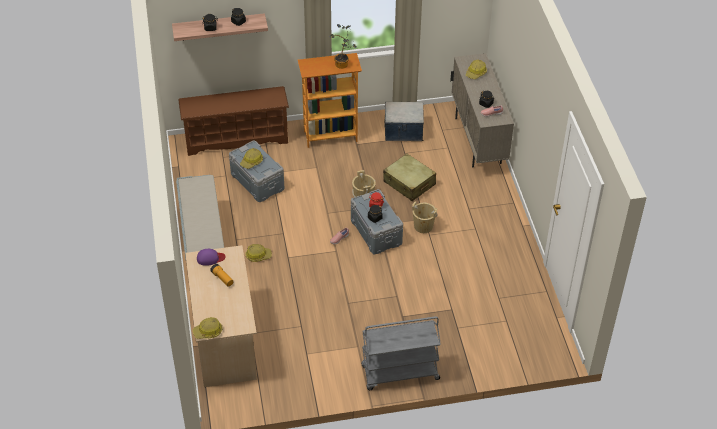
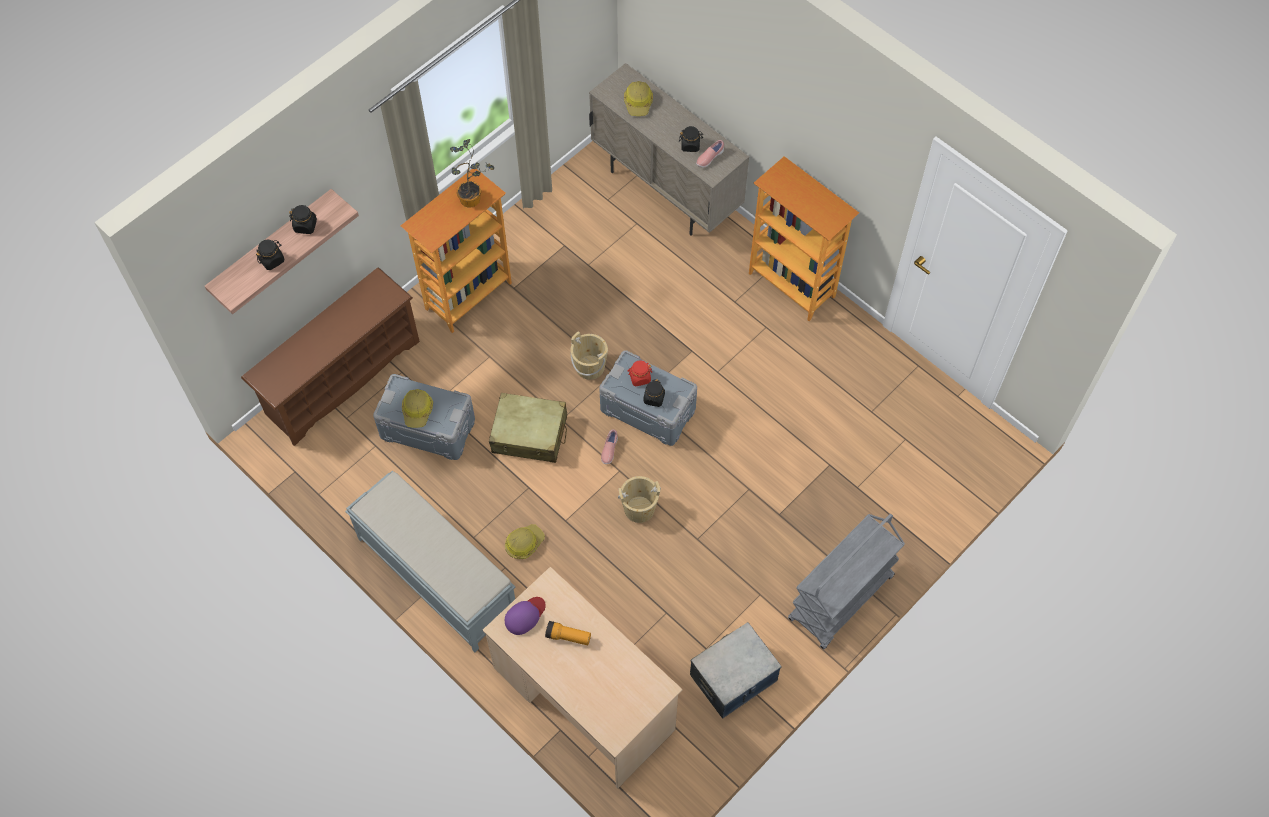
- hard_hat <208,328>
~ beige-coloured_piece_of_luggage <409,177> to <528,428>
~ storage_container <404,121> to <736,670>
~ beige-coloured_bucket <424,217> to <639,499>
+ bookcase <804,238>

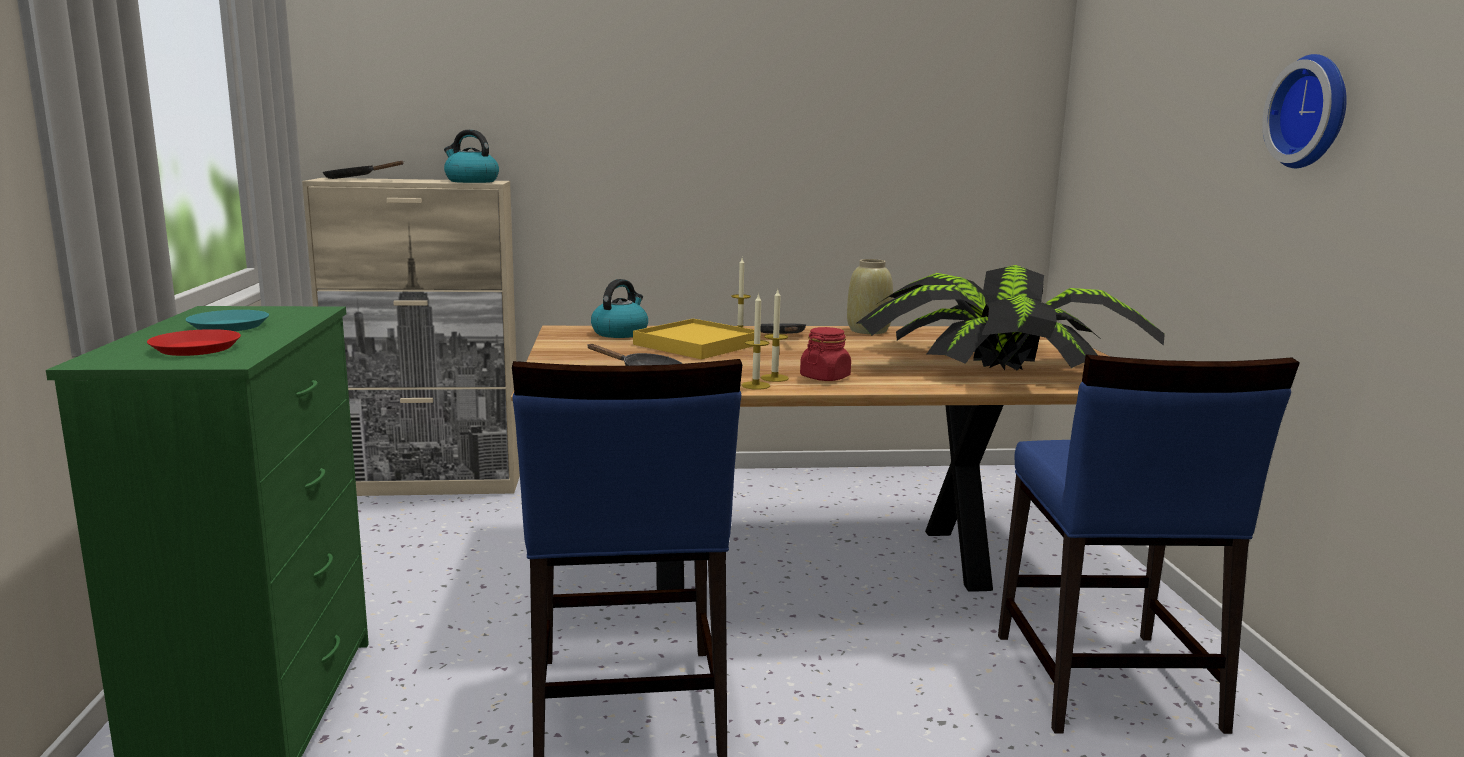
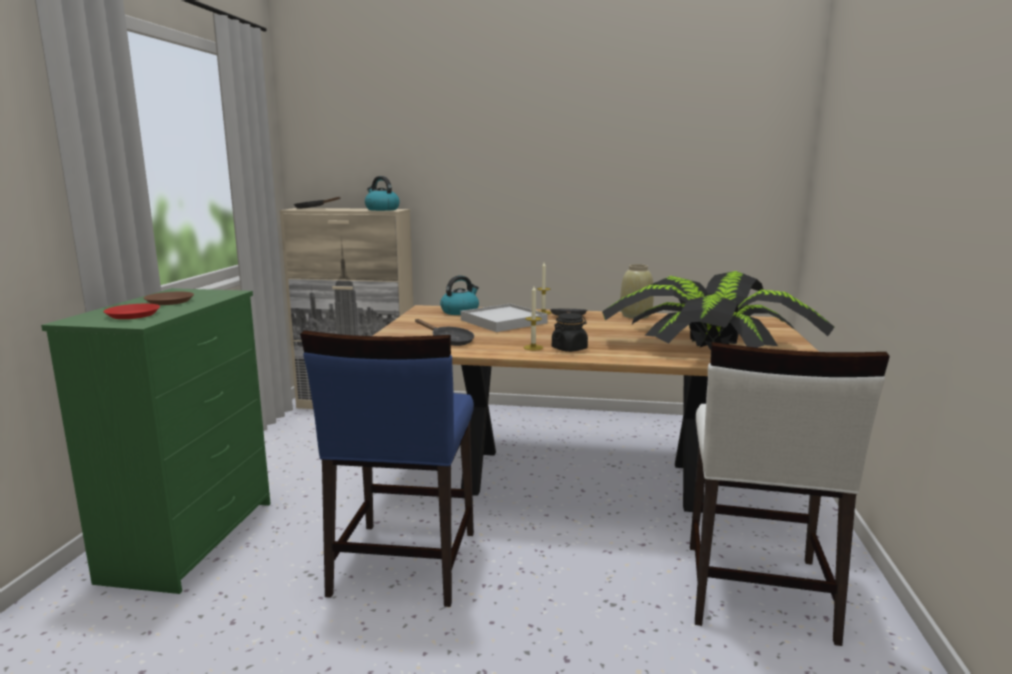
~ blue-green_flat_dish <227,320> to brown_flat_dish <169,298>
~ yellow-coloured_carrying_tray <697,339> to white-coloured_carrying_tray <504,318>
- candle <756,341>
~ red-coloured_storage_jar <825,354> to black_storage_jar <570,332>
~ blue-coloured_upright_chair <1149,544> to white-coloured_upright_chair <790,494>
- wall_clock <1304,111>

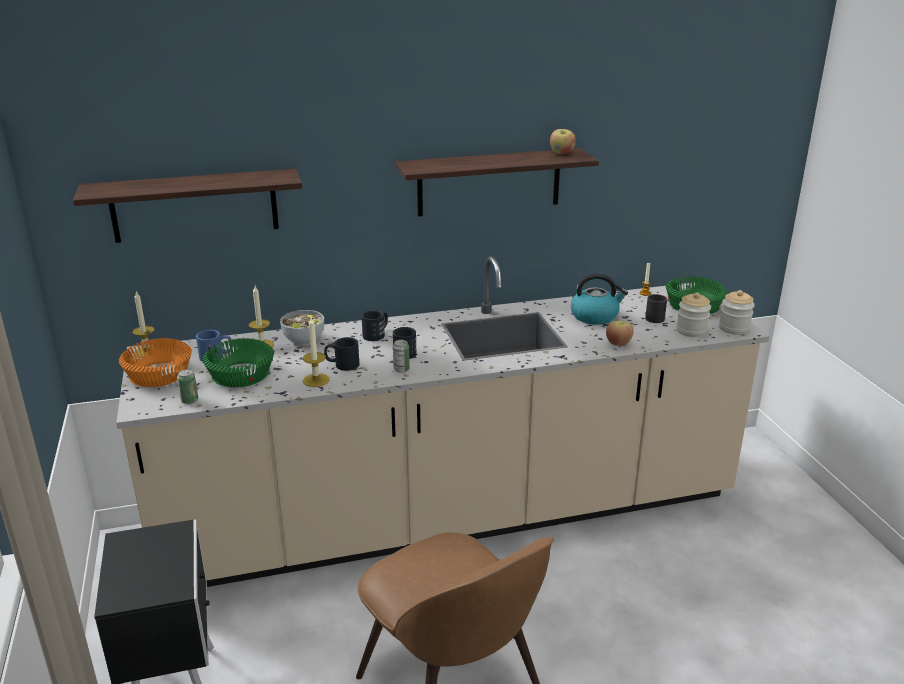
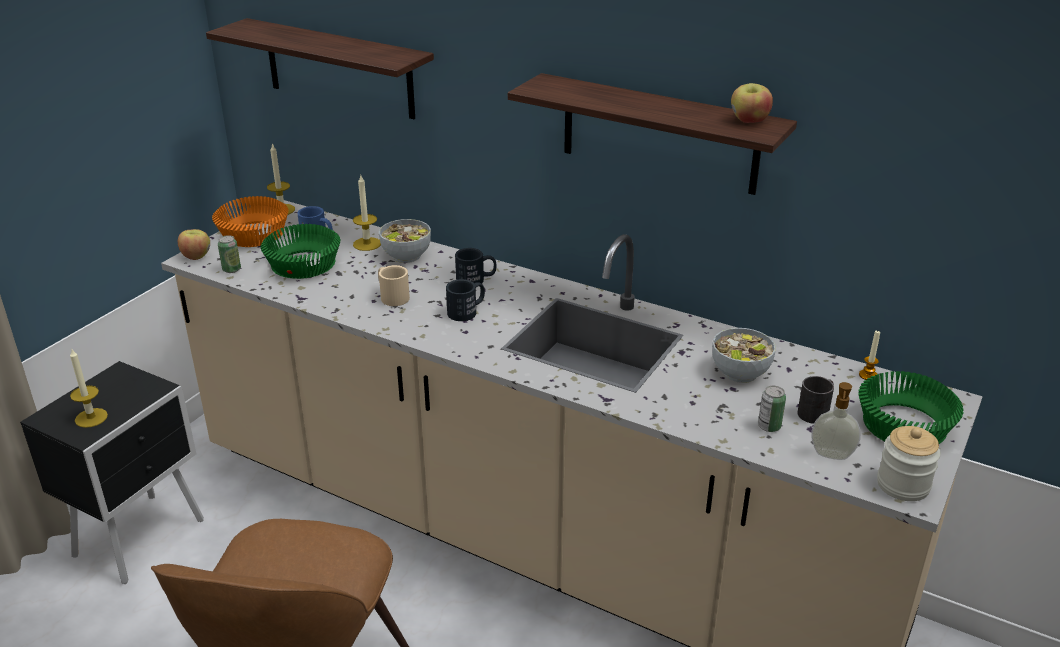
~ candle <316,352> to <89,388>
~ black_coffee_mug <341,354> to beige-coloured_coffee_mug <394,285>
~ can <401,356> to <772,409>
~ tea_kettle <599,299> to bowl <744,355>
~ apple <620,333> to <194,244>
~ storage_jar <693,314> to soap_dispenser <836,421>

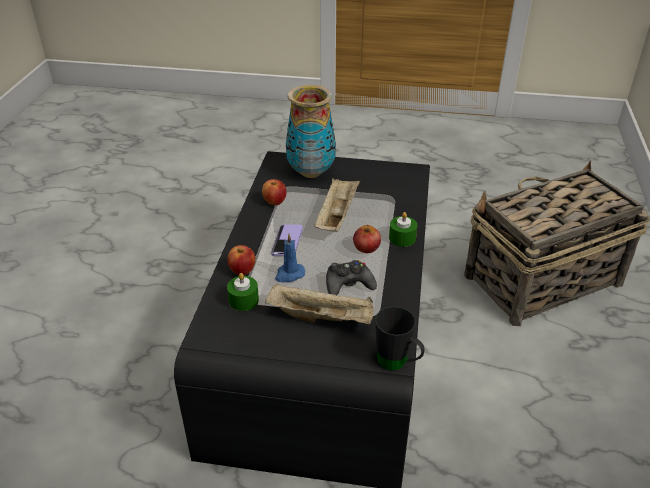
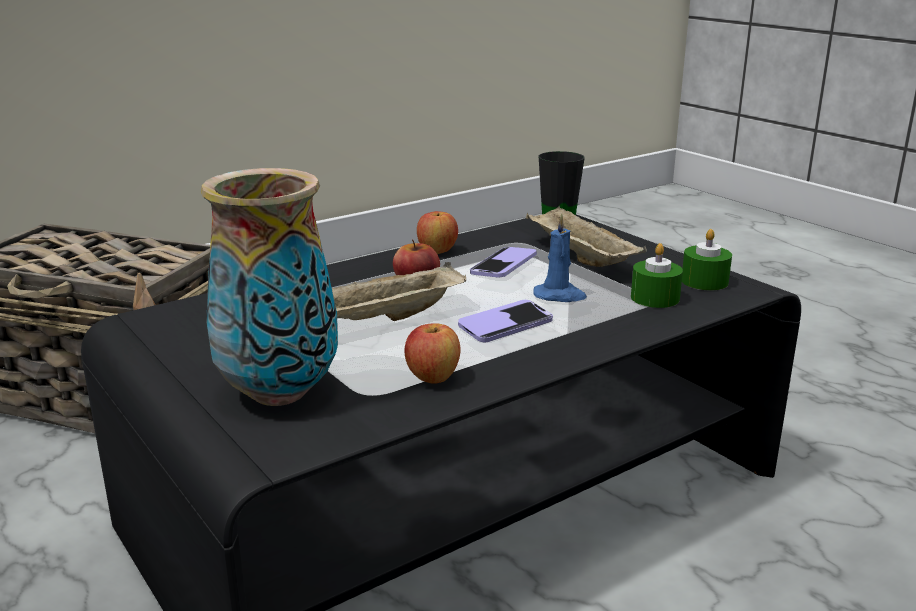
~ apple <241,260> to <437,232>
~ black_joypad <351,277> to telephone <503,262>
~ green-coloured_candle <403,229> to <707,260>

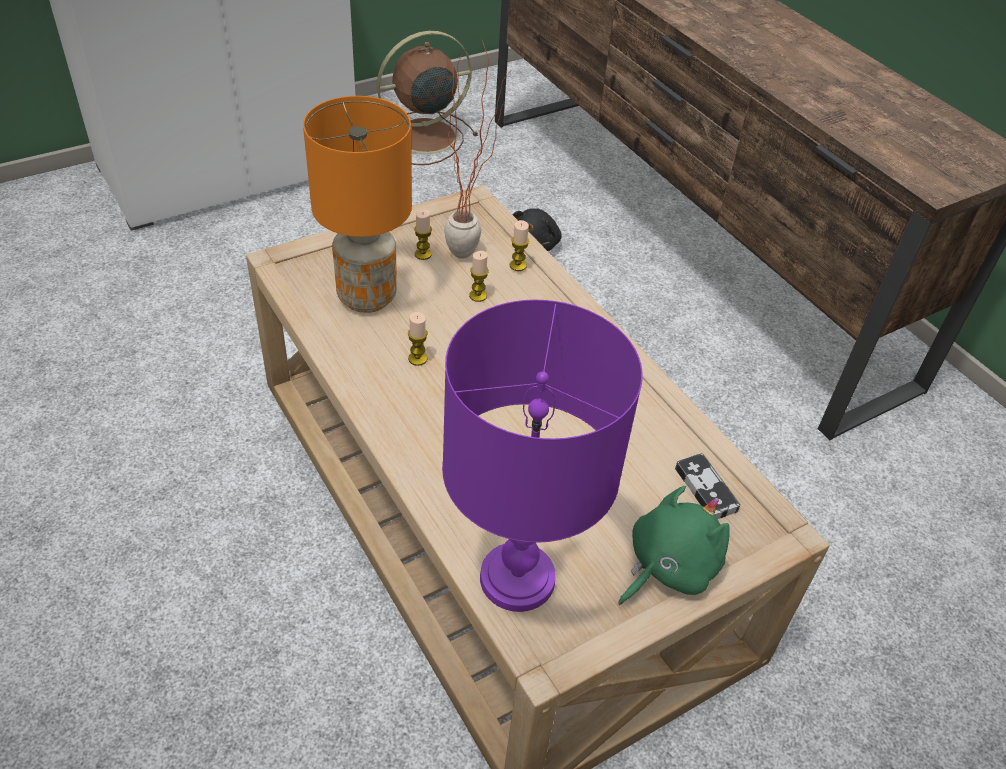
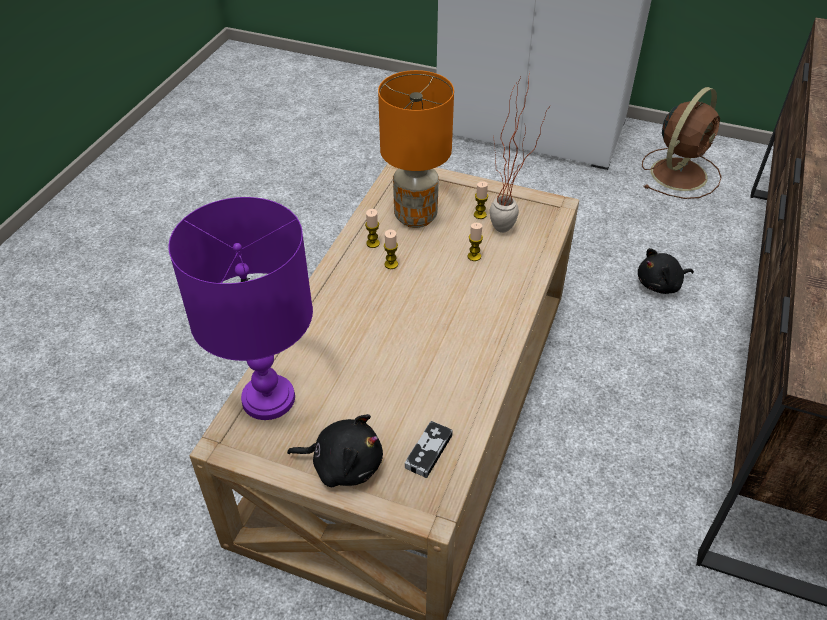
~ brown_fan <427,98> = <682,143> 105 degrees clockwise
~ candle <519,245> to <372,228>
~ green-coloured_plush_toy <674,545> to black_plush_toy <335,450>

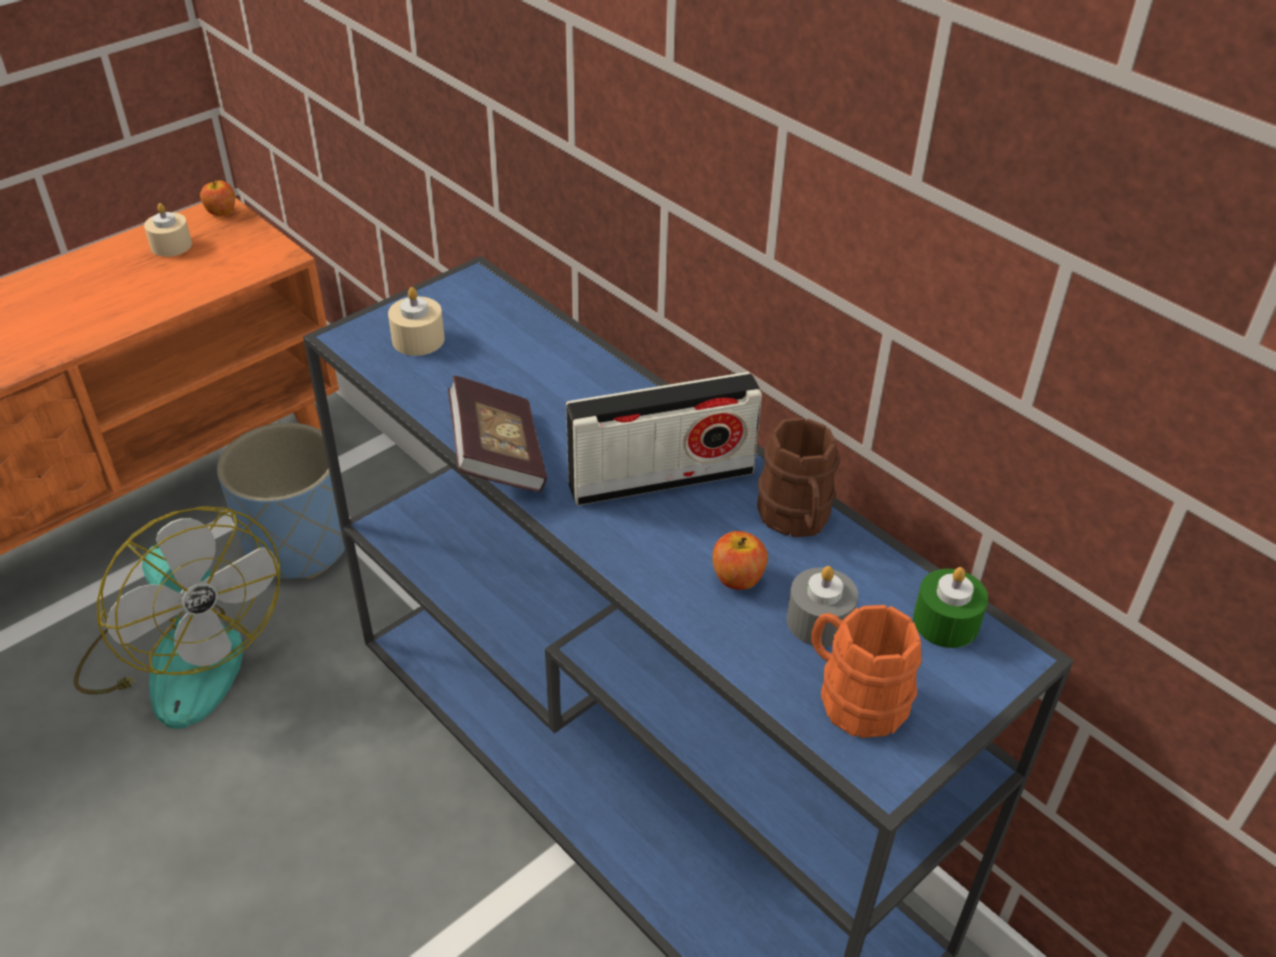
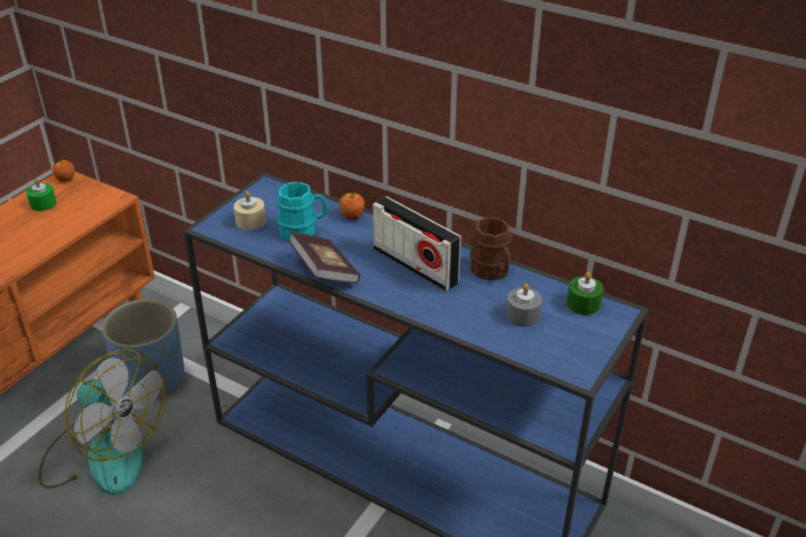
~ beige-coloured_candle <168,230> to green-coloured_candle <41,194>
~ radio_set <664,439> = <417,243> 75 degrees clockwise
~ apple <740,560> to <352,206>
- orange-coloured_coffee_mug <866,671>
+ blue-green_coffee_mug <302,211>

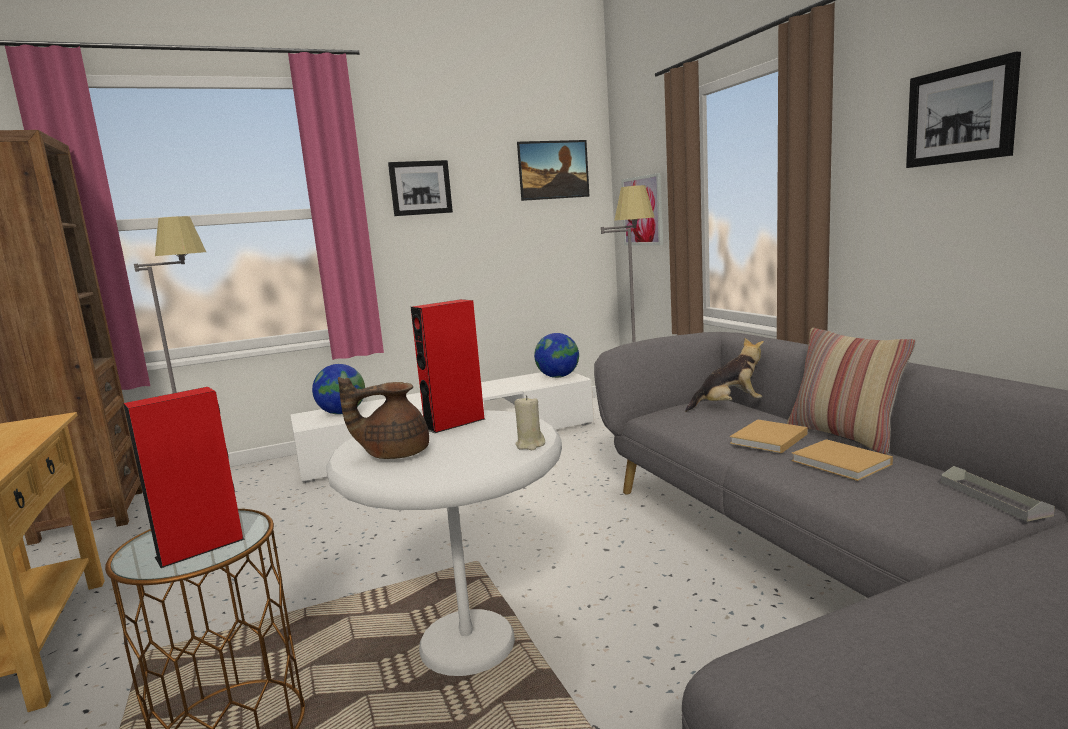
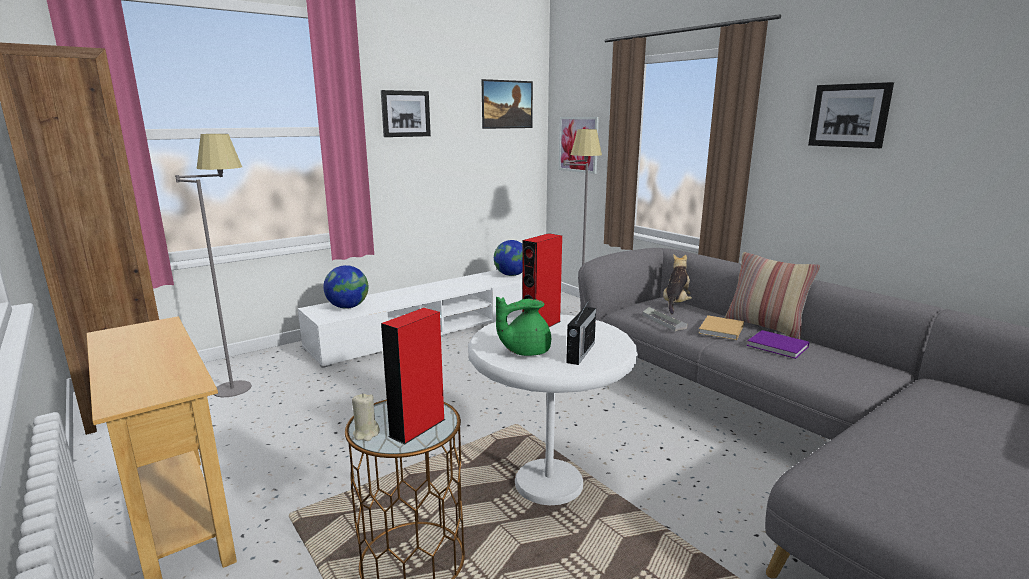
~ brown_pot_for_tea <383,418> to green-coloured_pot_for_tea <523,326>
~ beige-coloured_candle <529,422> to <366,417>
~ plush_toy <724,375> = <677,284> 45 degrees counterclockwise
~ beige-coloured_book <842,460> to purple-coloured_book <778,344>
~ gray_carrying_tray <998,494> to <665,319>
+ radio_set <581,332>

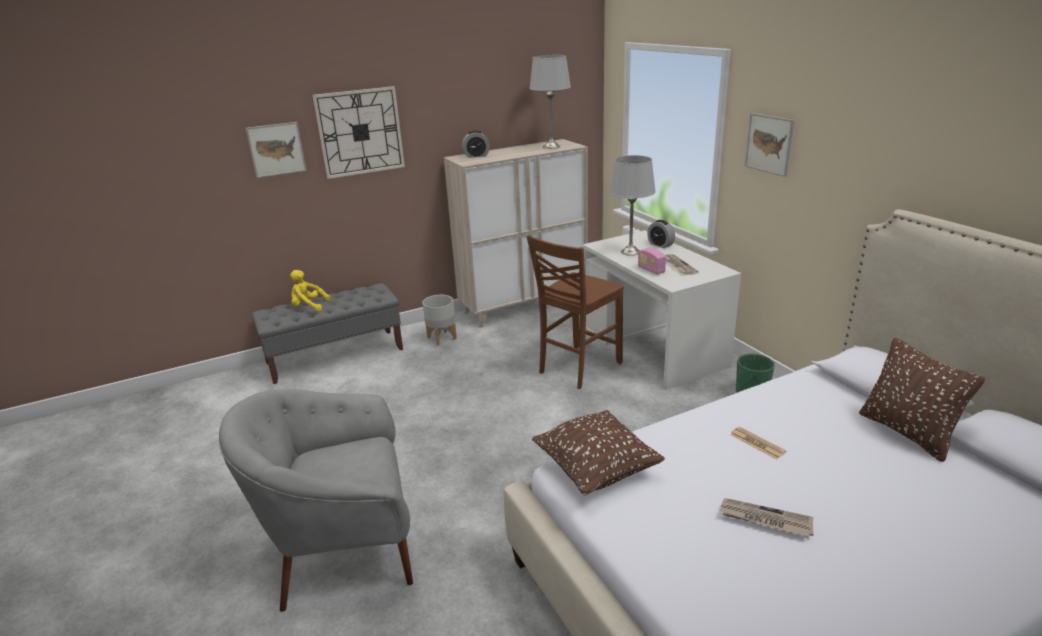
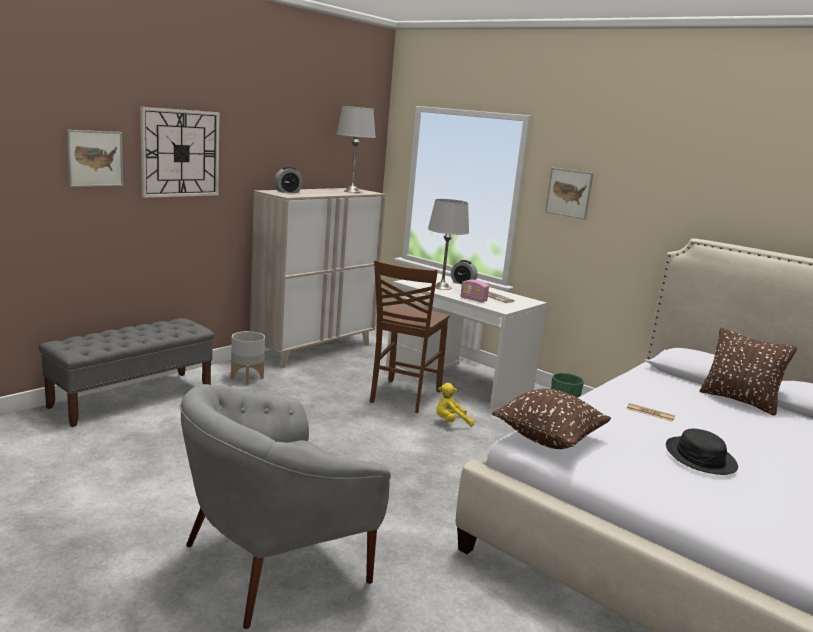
~ yellow-coloured_plush_toy <310,290> to <455,405>
~ daily_paper <766,517> to black_clothing_hat <702,452>

